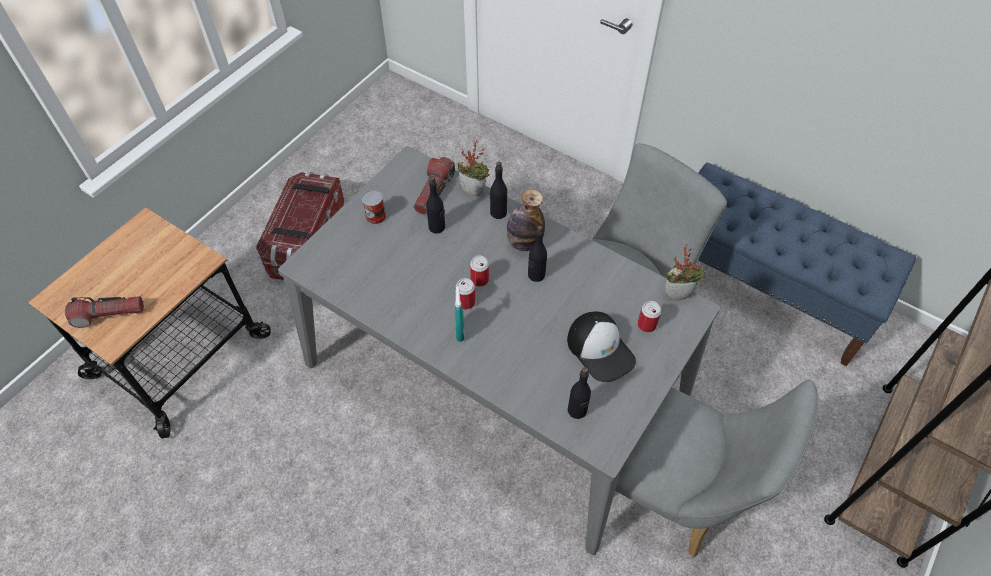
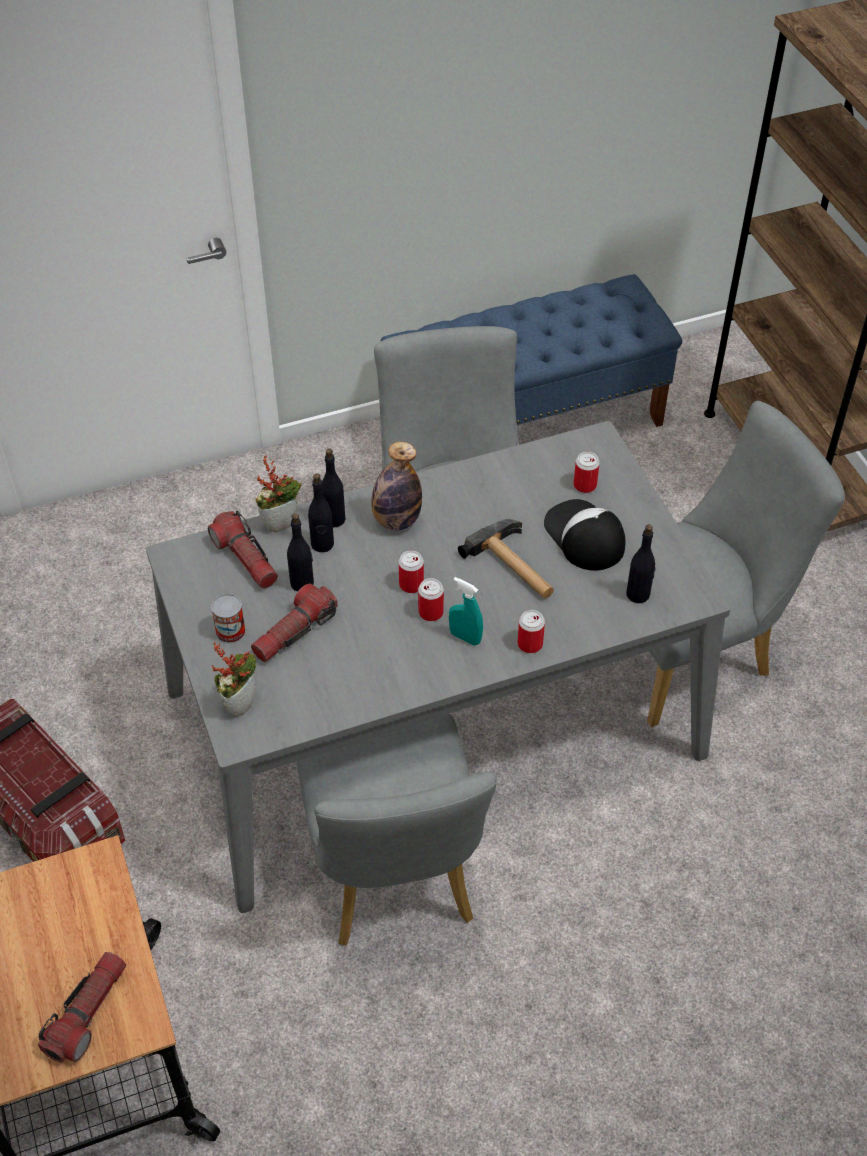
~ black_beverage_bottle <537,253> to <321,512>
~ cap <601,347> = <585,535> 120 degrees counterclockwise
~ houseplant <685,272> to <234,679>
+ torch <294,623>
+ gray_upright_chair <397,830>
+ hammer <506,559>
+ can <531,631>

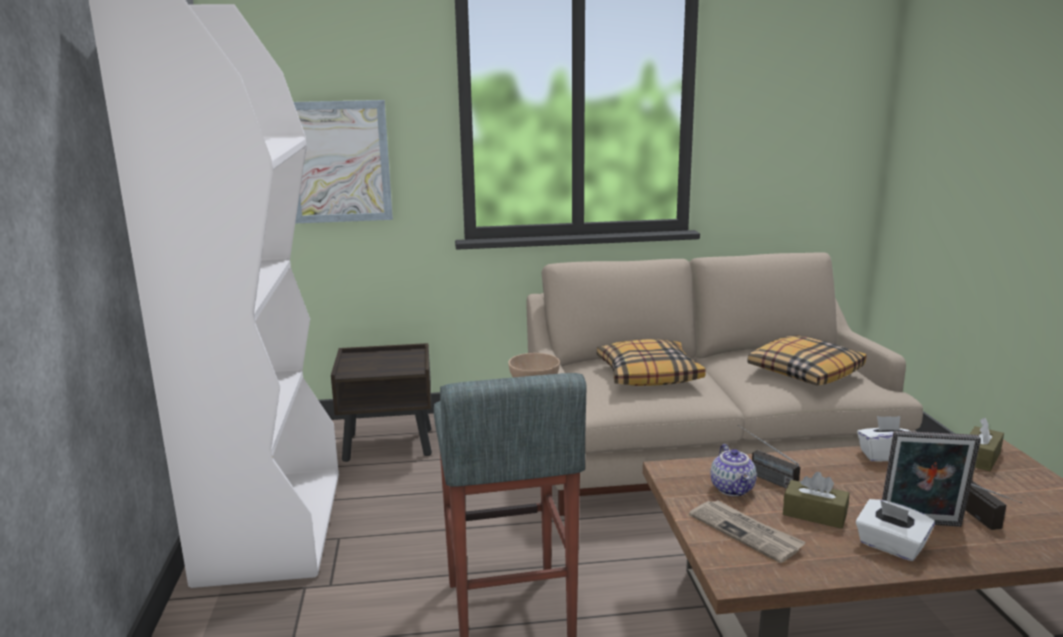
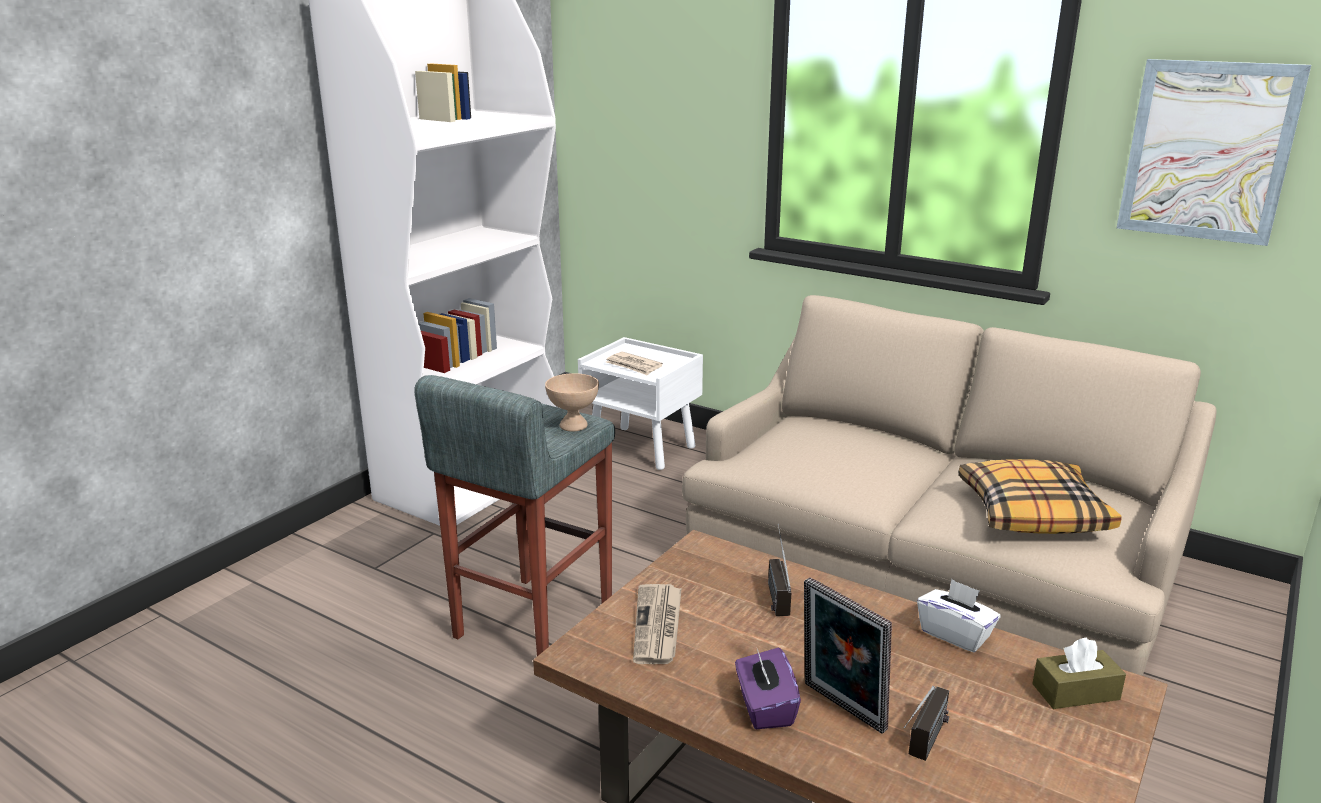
~ picture <343,161> to <1214,152>
~ brown_nightstand <381,402> to white-coloured_nightstand <640,403>
- throw_pillow <651,362>
- pot_for_tea <733,470>
- brown_tissue_holder <816,500>
~ white-coloured_tissue_holder <895,530> to purple-coloured_tissue_holder <768,688>
+ daily_paper <634,364>

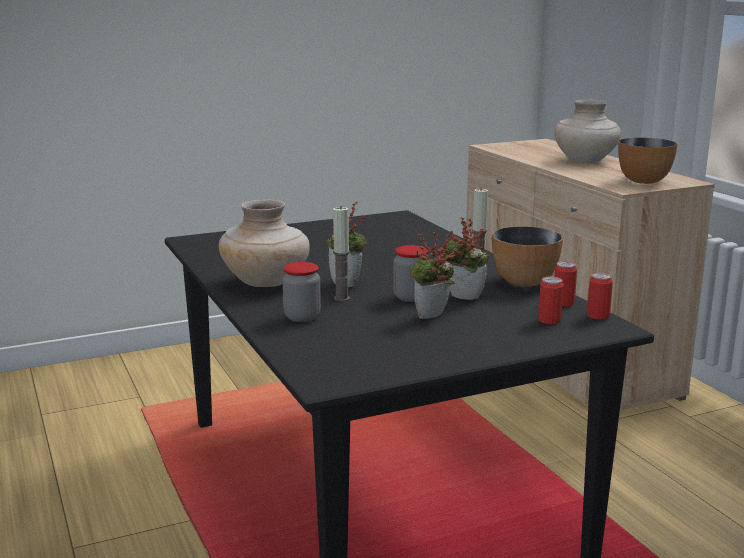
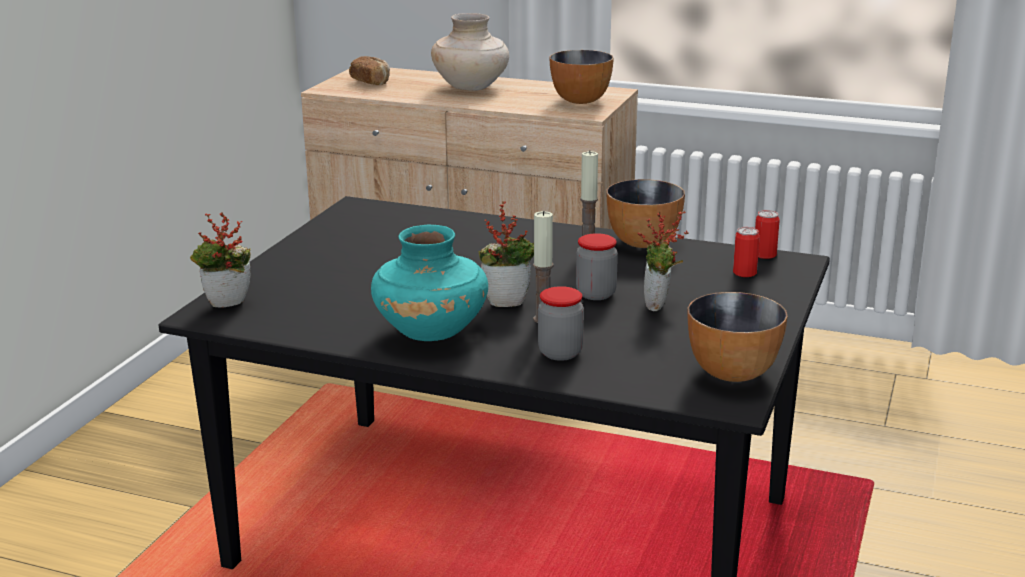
~ beige-coloured_flower_vase <264,243> to blue-green_flower_vase <429,283>
~ houseplant <464,258> to <220,260>
- can <565,284>
+ baked_bread <369,70>
+ bowl <737,337>

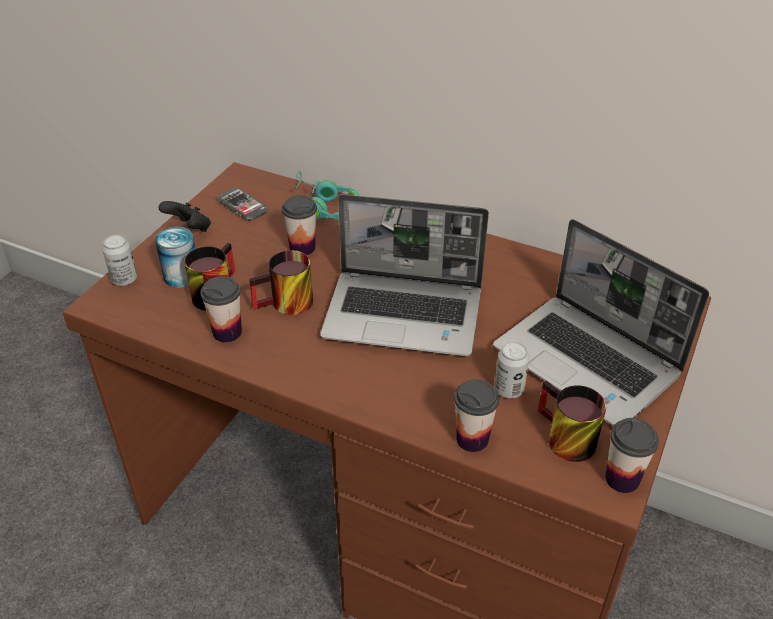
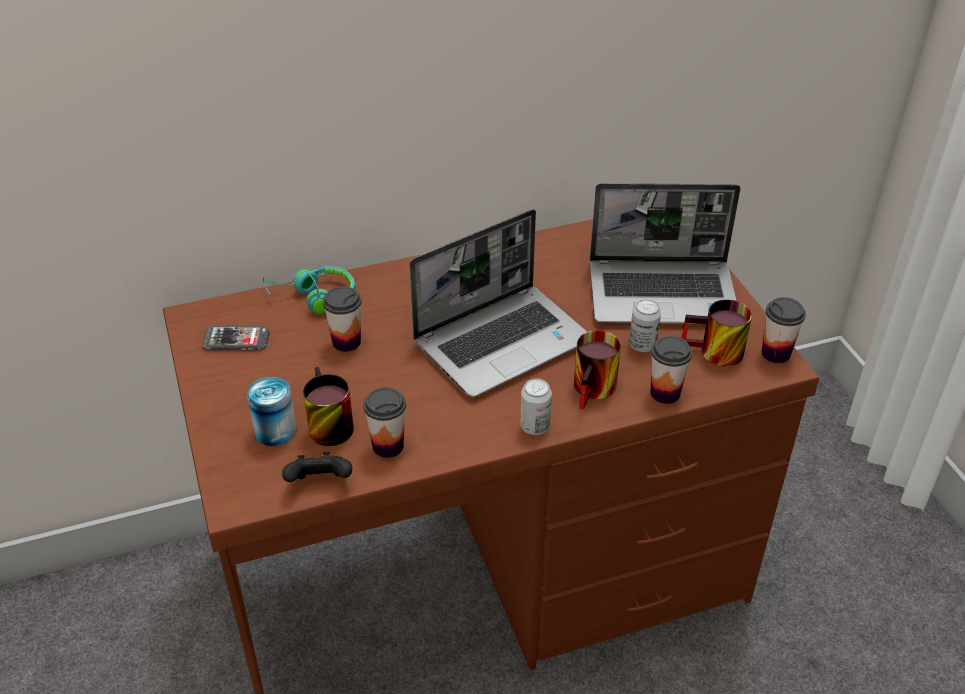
~ can <119,260> to <536,406>
~ black_joypad <184,216> to <317,467>
~ coffee_mug <281,282> to <597,369>

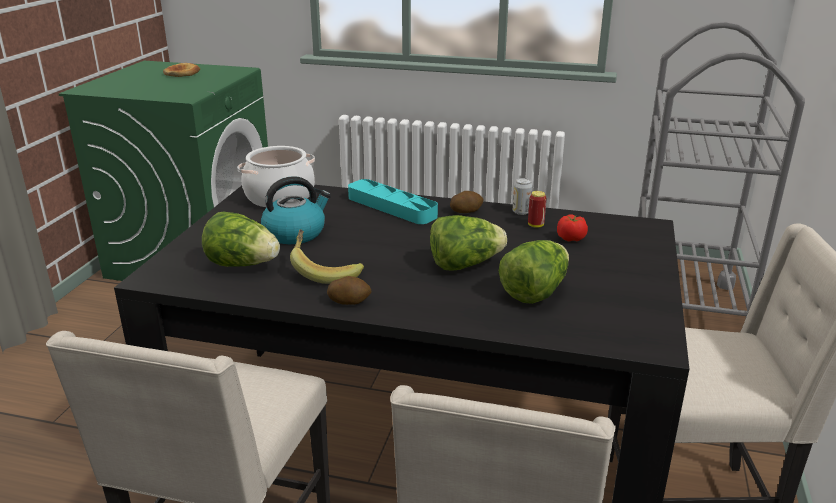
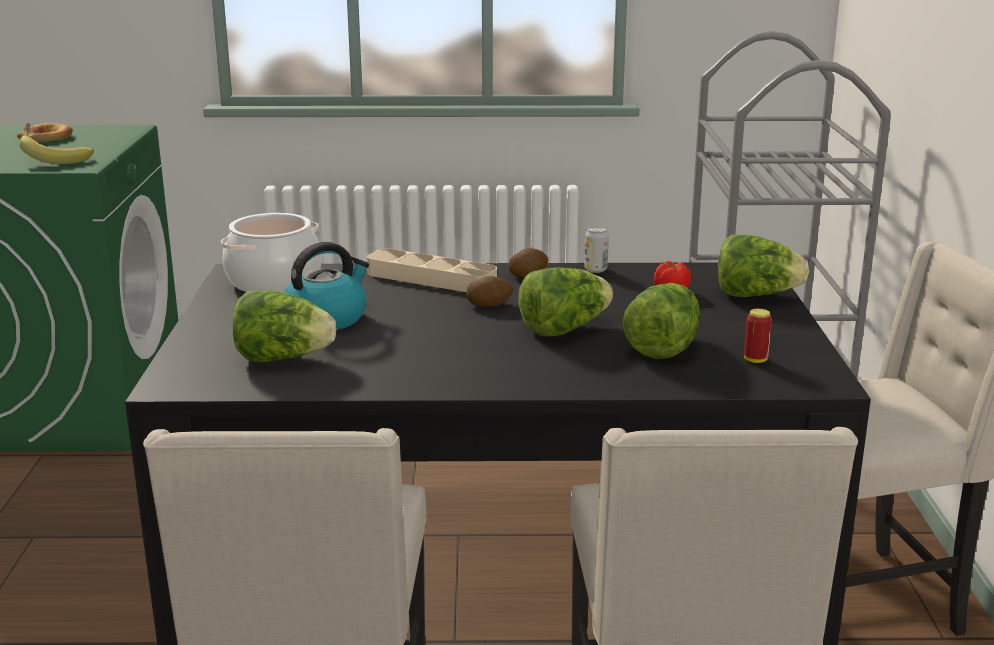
~ banana_fruit <327,256> to <56,143>
~ spud <349,290> to <490,291>
~ blue-green_carrying_tray <393,201> to beige-coloured_carrying_tray <432,270>
~ can <537,209> to <758,336>
+ head_of_lettuce <763,266>

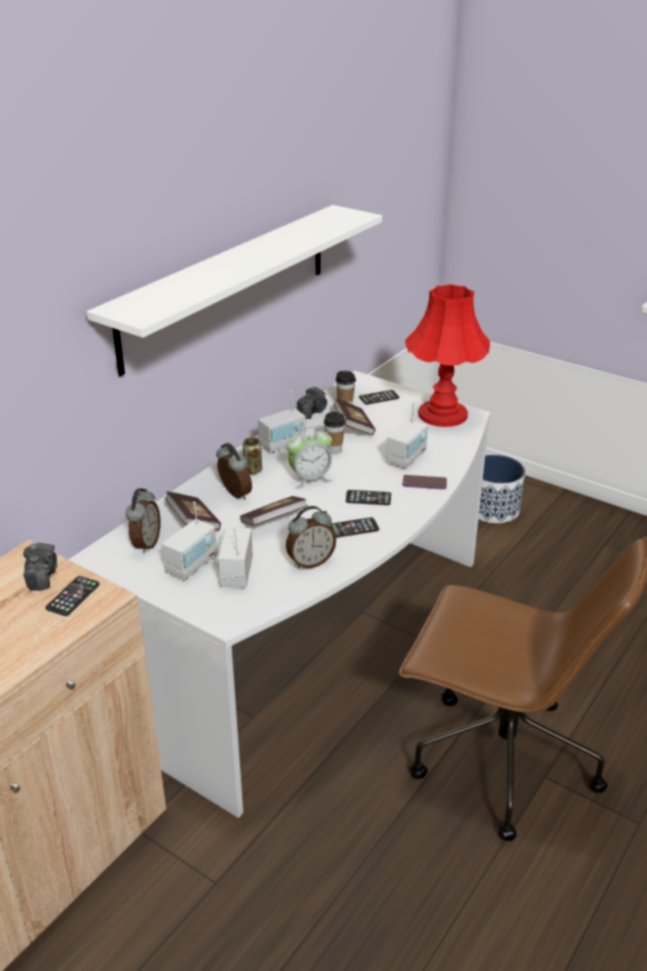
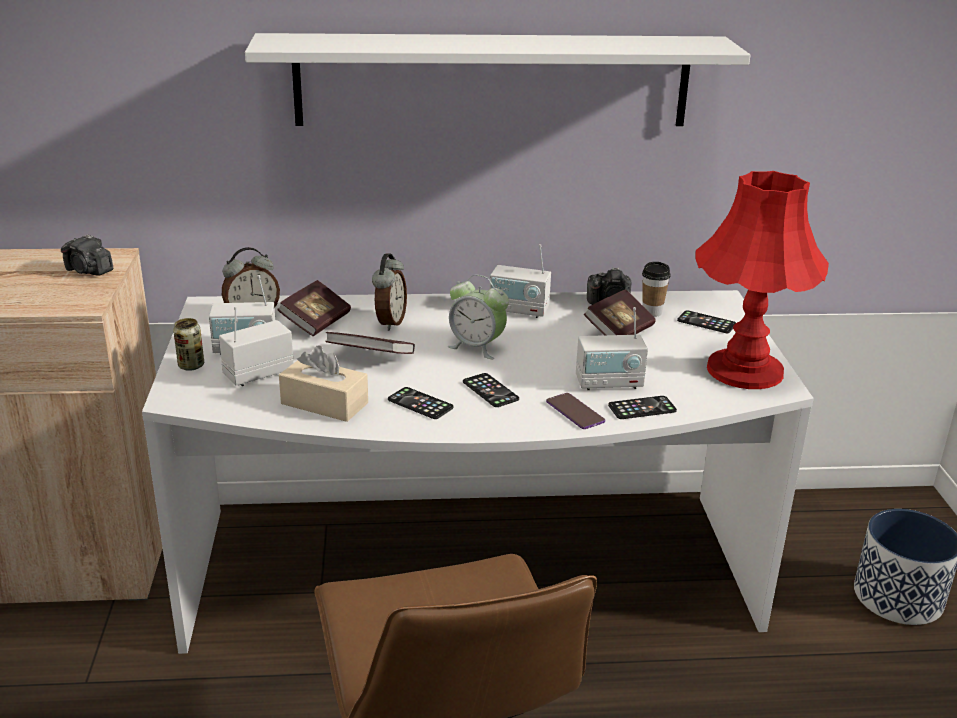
~ photo_camera <40,567> = <87,255> 75 degrees clockwise
~ telephone <72,596> to <642,407>
~ can <252,455> to <188,344>
~ alarm_clock <311,537> to beige-coloured_tissue_holder <323,383>
- drinking_cup <335,433>

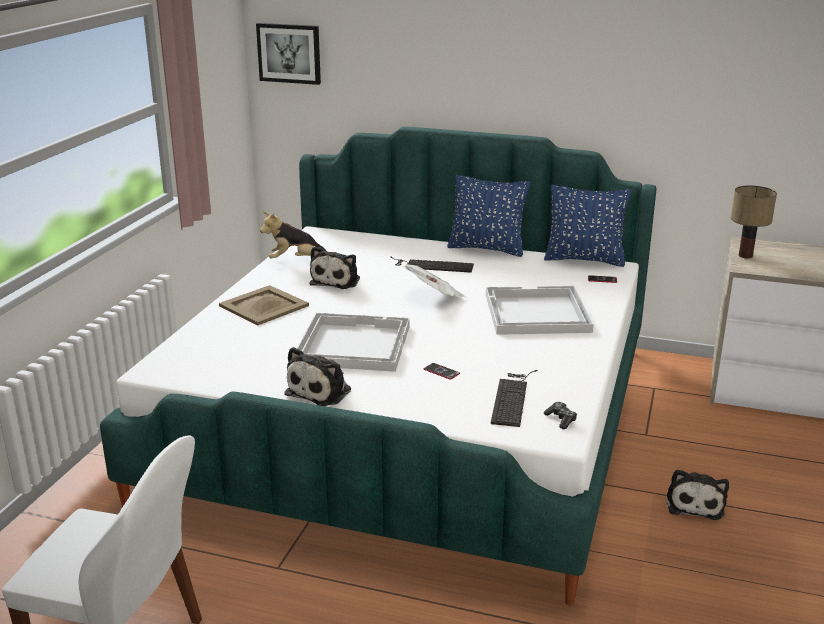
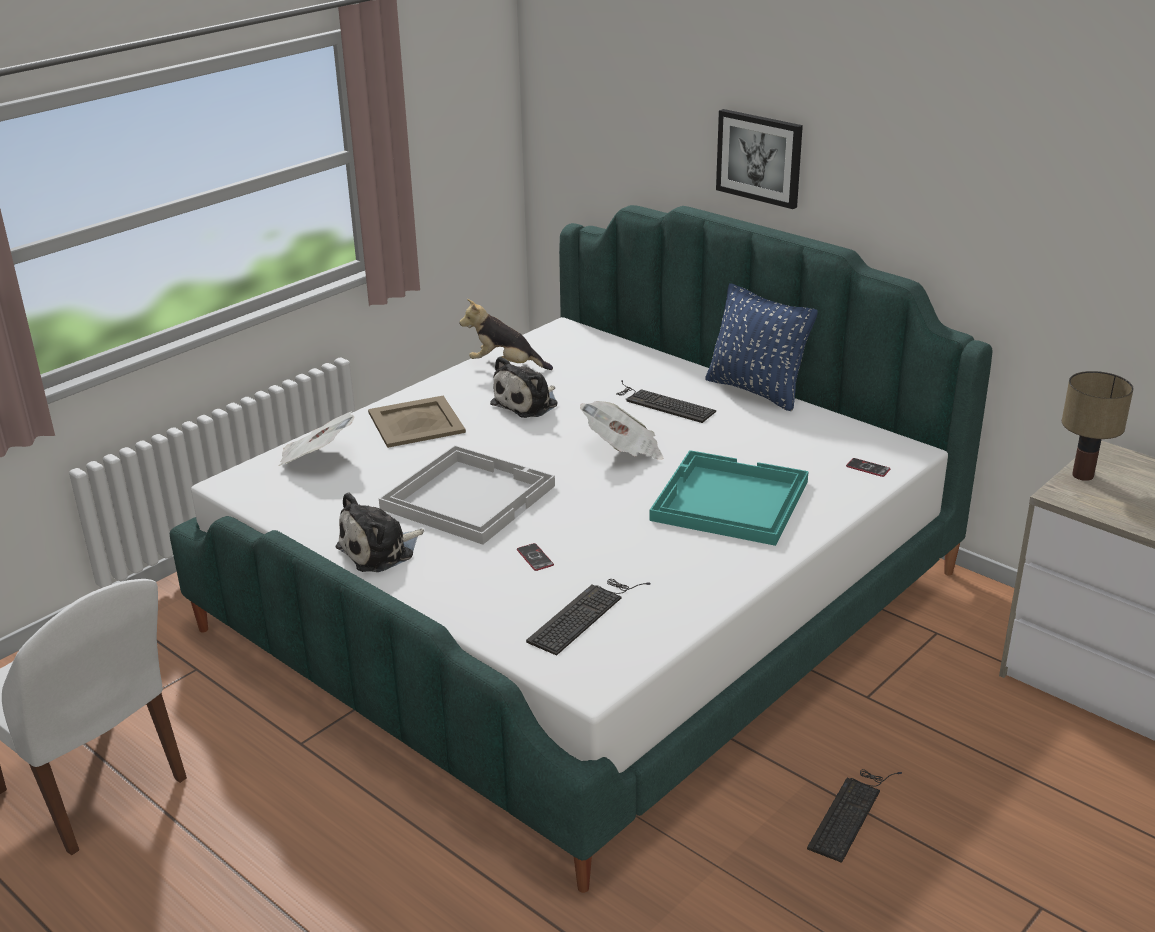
~ picture <288,54> to <759,159>
~ white-coloured_carrying_tray <540,310> to blue-green_carrying_tray <729,498>
- blue-coloured_throw_pillow <587,226>
- joypad <560,415>
~ plush_toy <697,494> to computer_keyboard <854,816>
+ daily_paper <316,438>

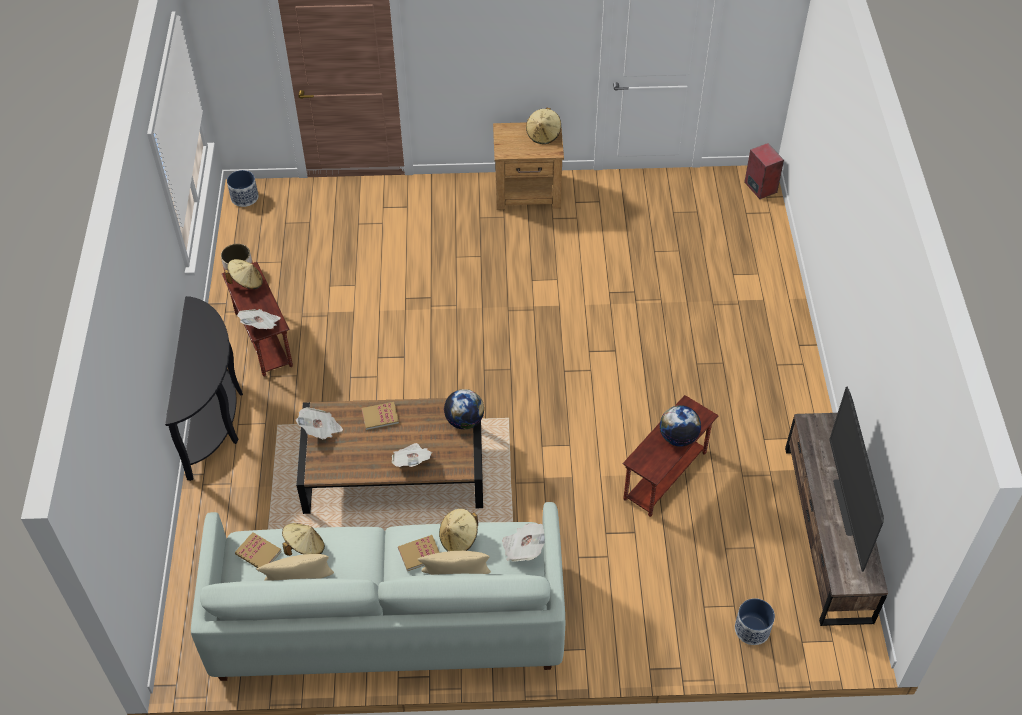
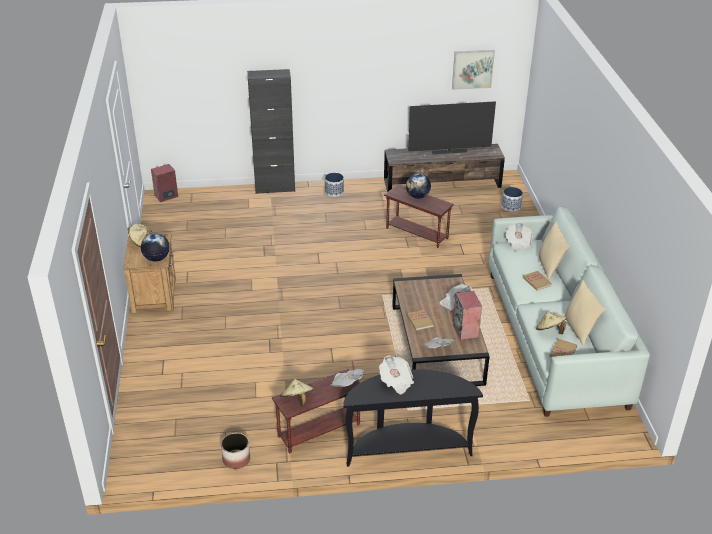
~ plant_pot <242,188> to <334,185>
- beige-coloured_clothing_hat <458,529>
~ globe <464,409> to <155,247>
+ black_cabinet <271,131>
+ daily_paper <396,375>
+ picture <473,70>
+ audio_speaker <467,315>

